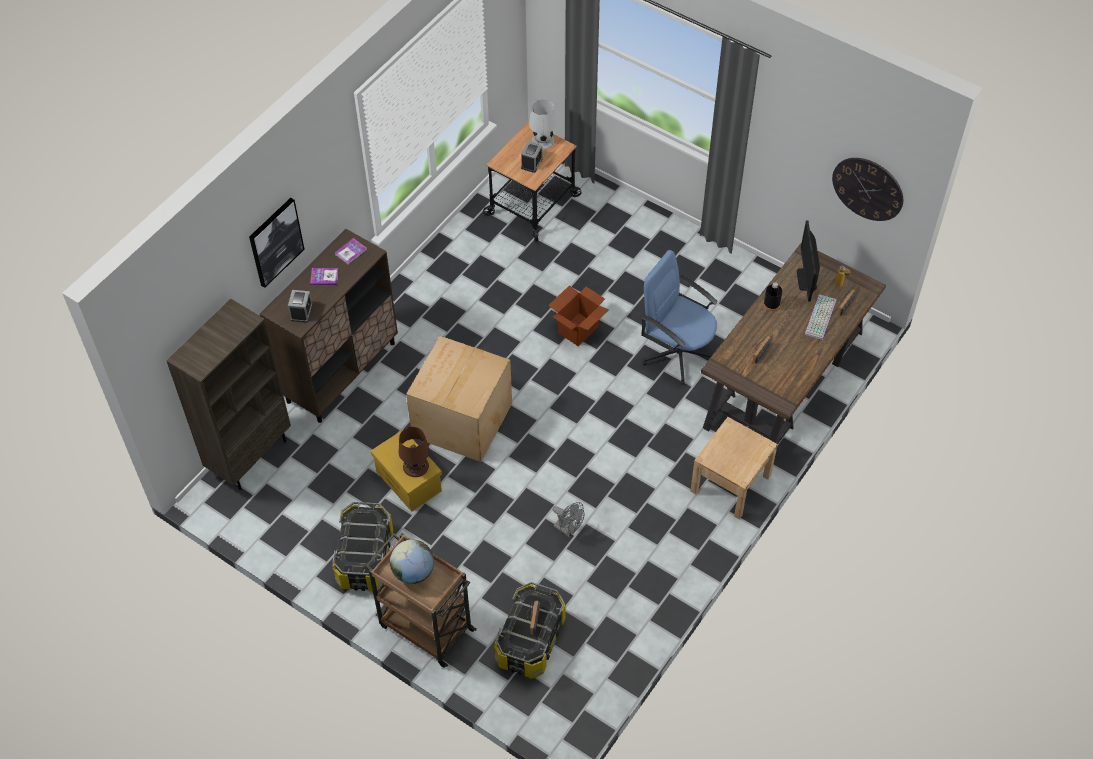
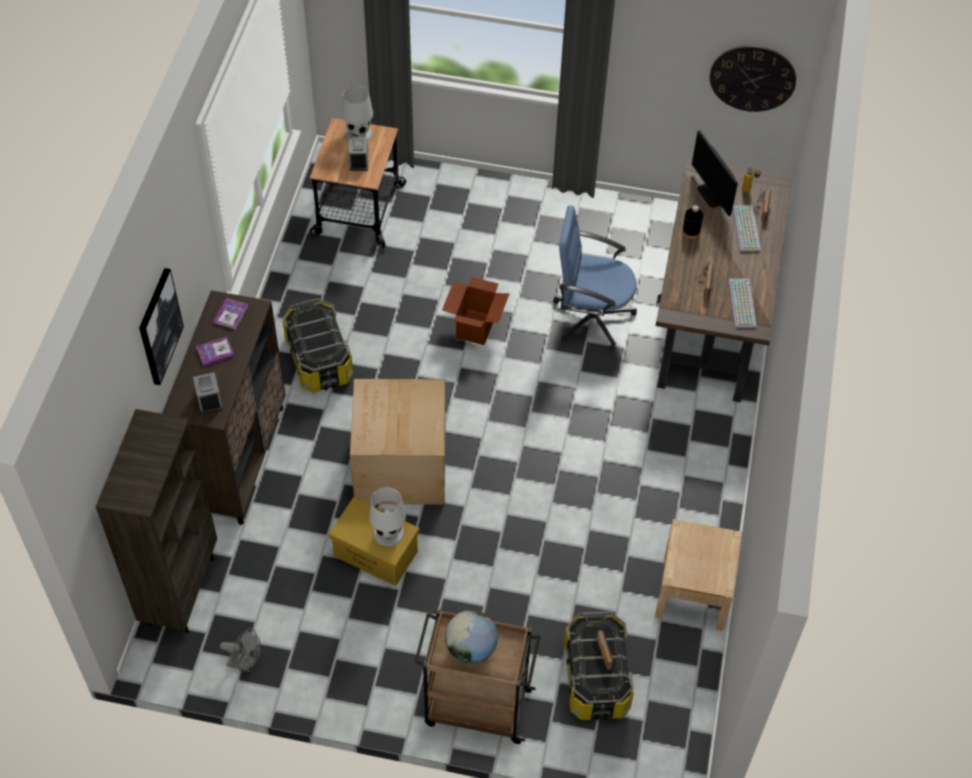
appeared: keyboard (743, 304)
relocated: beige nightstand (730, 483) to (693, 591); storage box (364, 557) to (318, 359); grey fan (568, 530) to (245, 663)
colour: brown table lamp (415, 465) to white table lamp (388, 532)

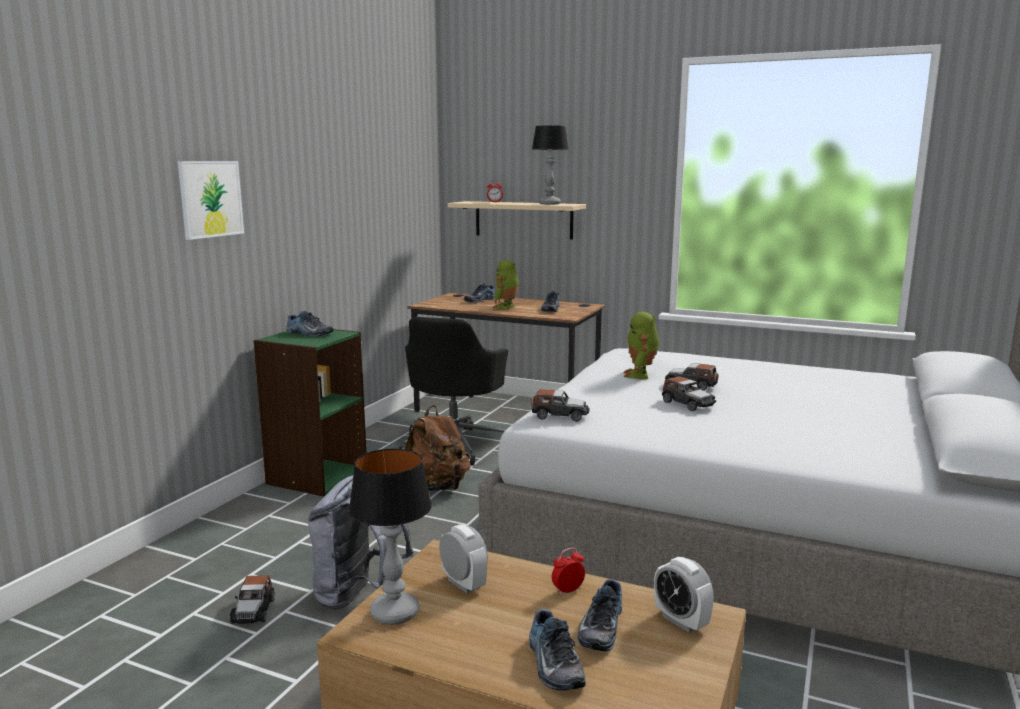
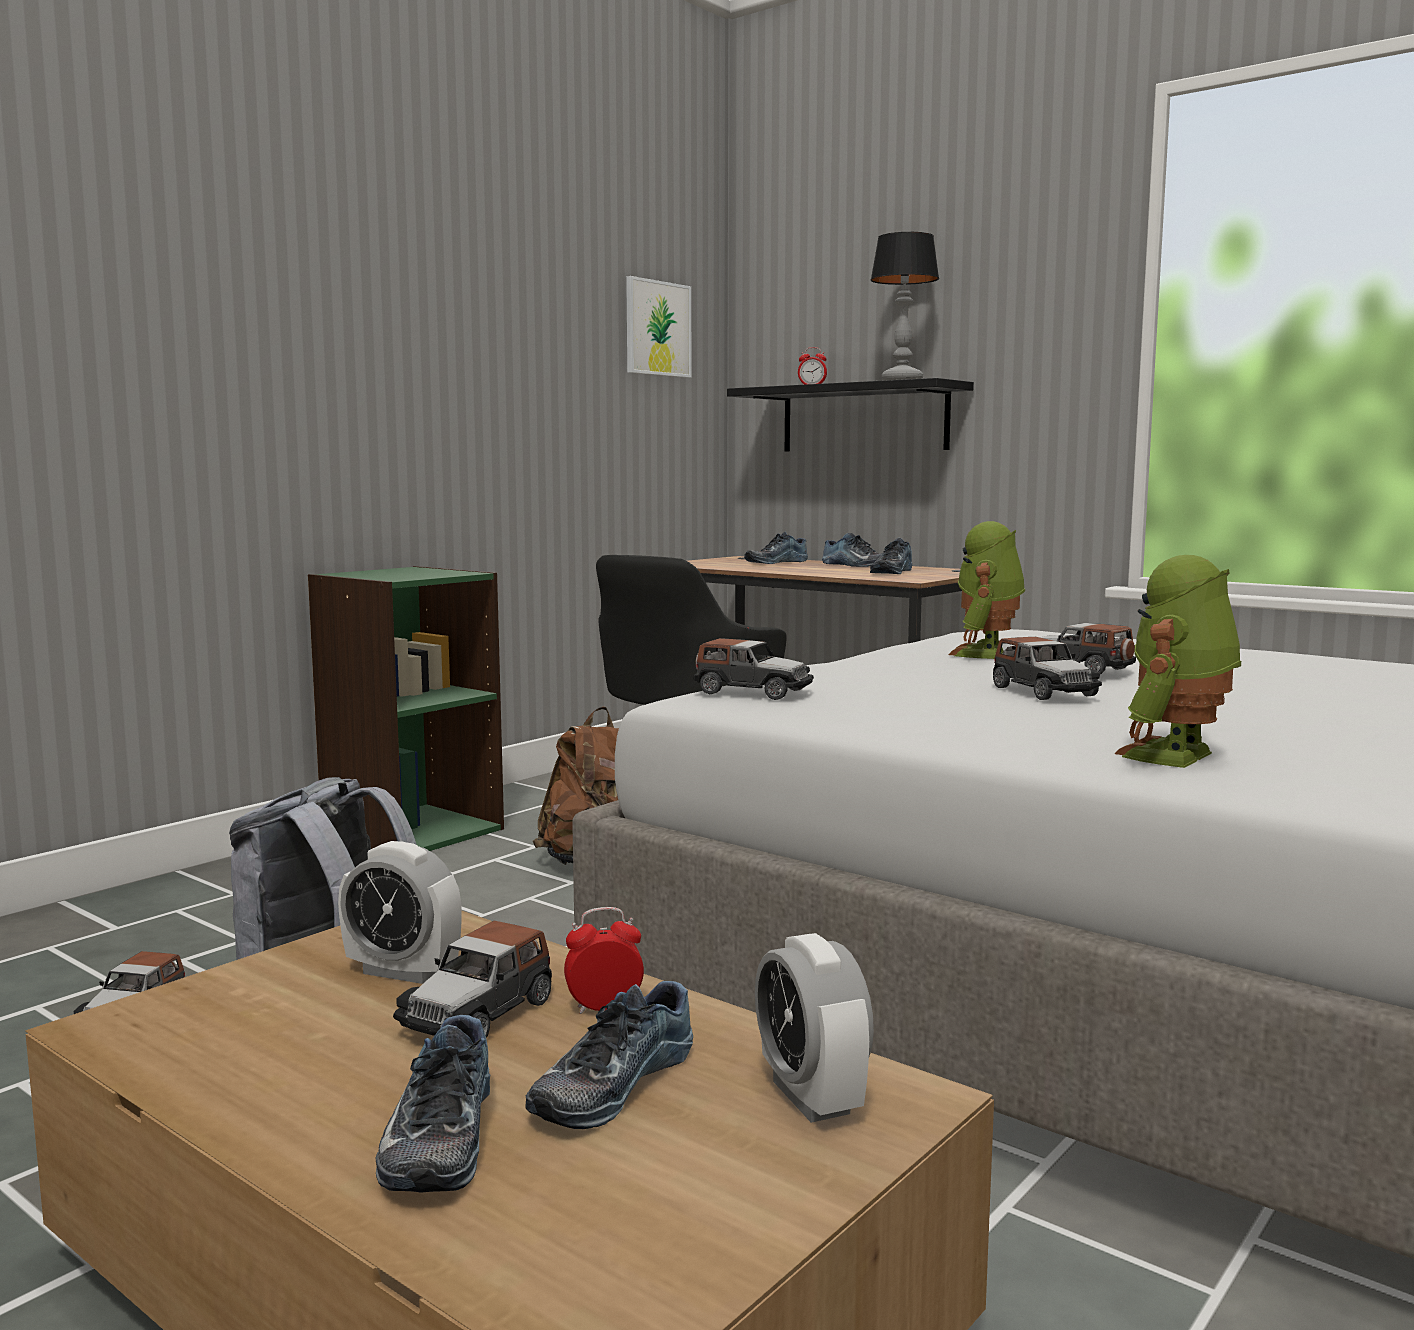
missing: table lamp (393, 612)
appeared: toy car (478, 1014)
relocated: picture (210, 199) to (657, 328); toy robot (506, 307) to (1176, 757); shoe (308, 333) to (854, 565)
colour: beige shelf (523, 220) to black shelf (864, 419)
spun: alarm clock (463, 584) = (402, 972) 135 degrees clockwise

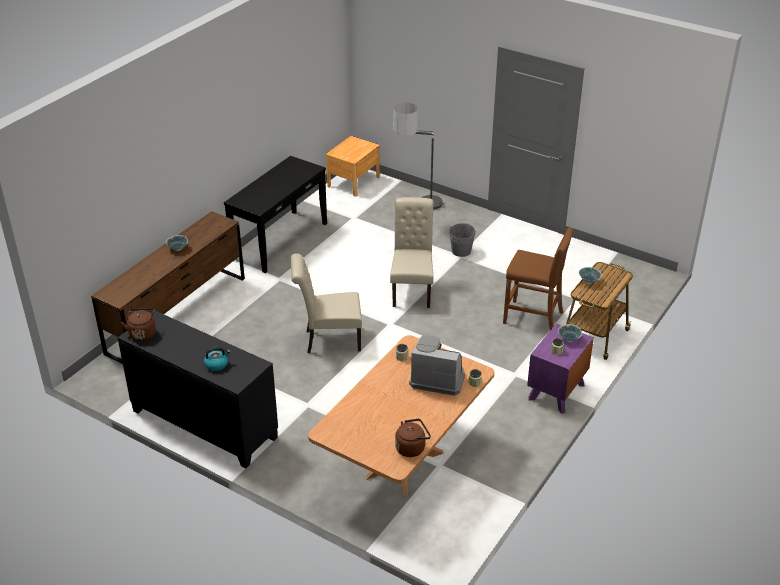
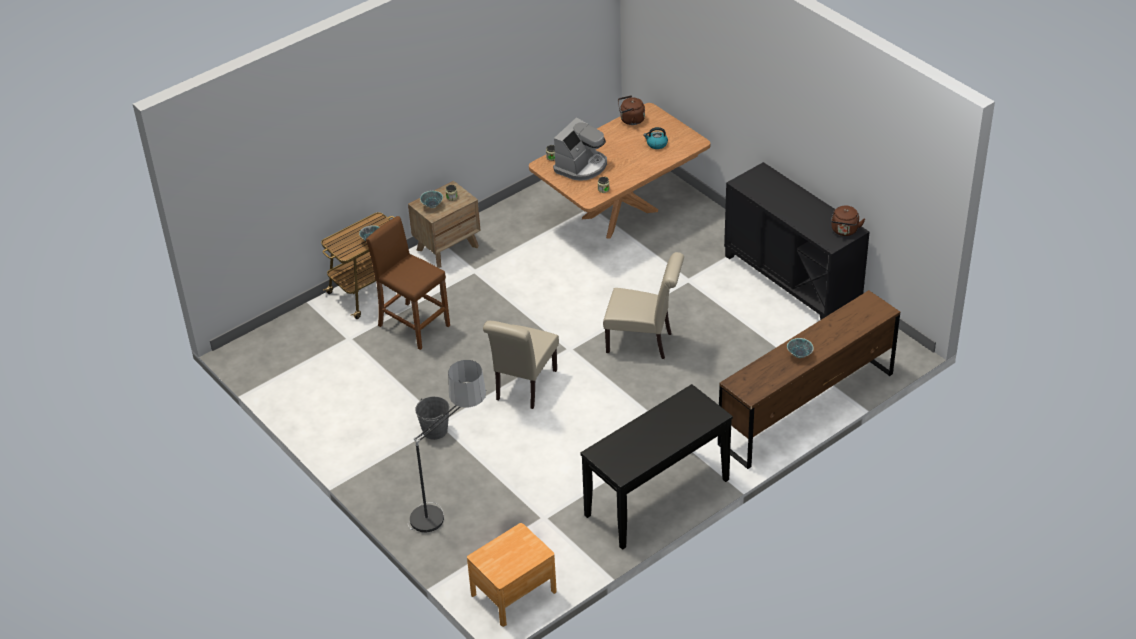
relocated: kettle (217, 364) to (656, 144)
colour: purple nightstand (556, 392) to brown nightstand (447, 247)
spun: coffee machine (437, 378) = (581, 166) 90 degrees counterclockwise

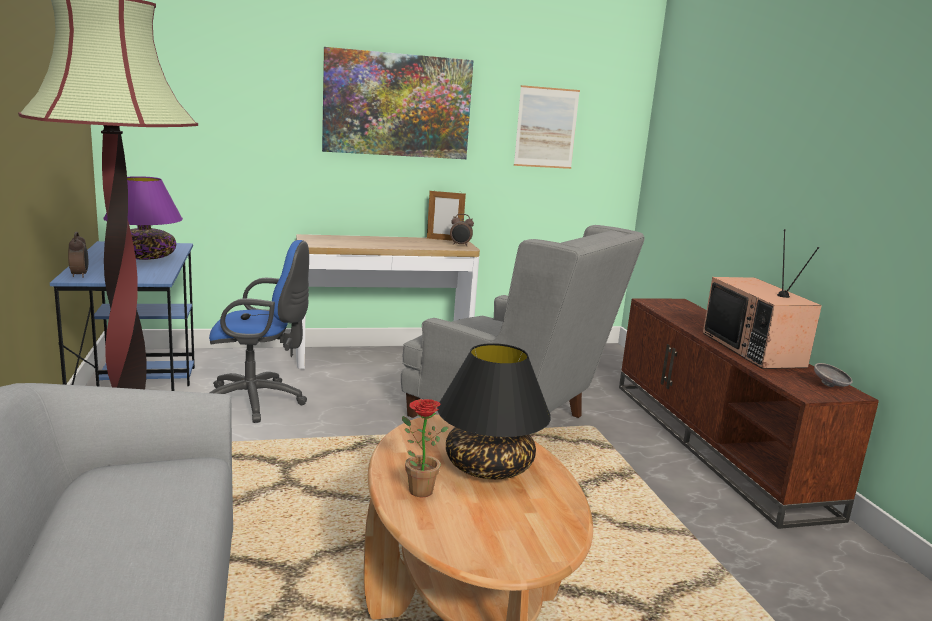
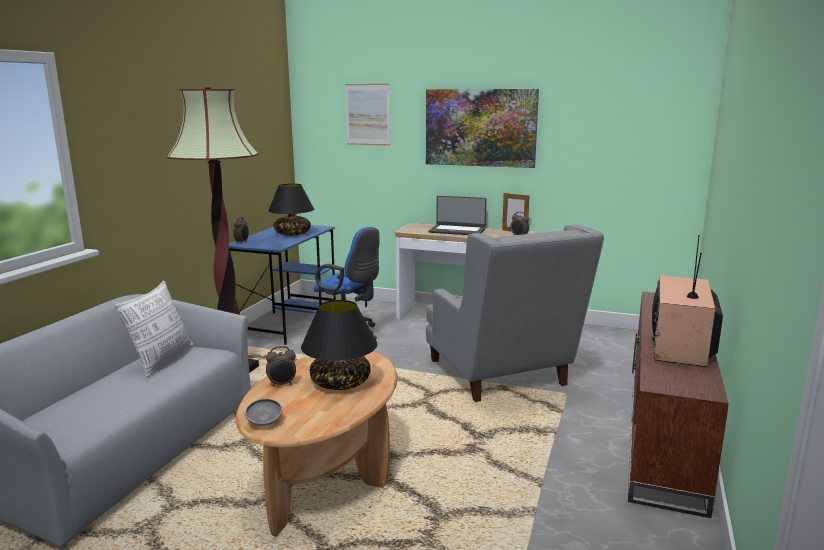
appeared: laptop (457, 230); pillow (161, 360)
relocated: picture (546, 128) to (367, 114); grey bowl (831, 386) to (264, 423)
exchanged: potted plant (416, 489) to alarm clock (282, 384)
colour: purple table lamp (146, 257) to black table lamp (293, 234)

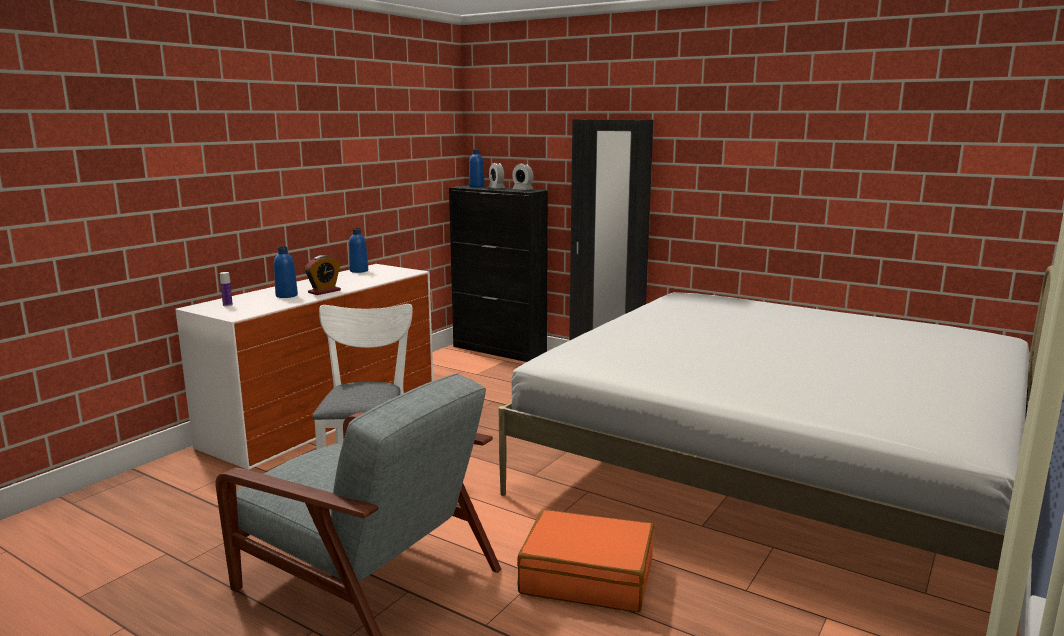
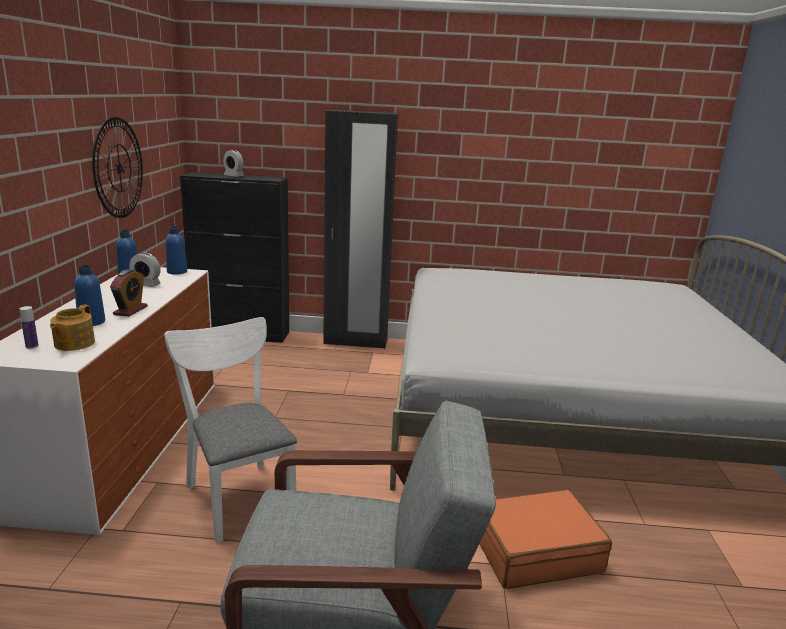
appeared: wall clock (119, 168); teapot (73, 344)
relocated: blue bottle (476, 186) to (177, 272); alarm clock (522, 189) to (146, 285)

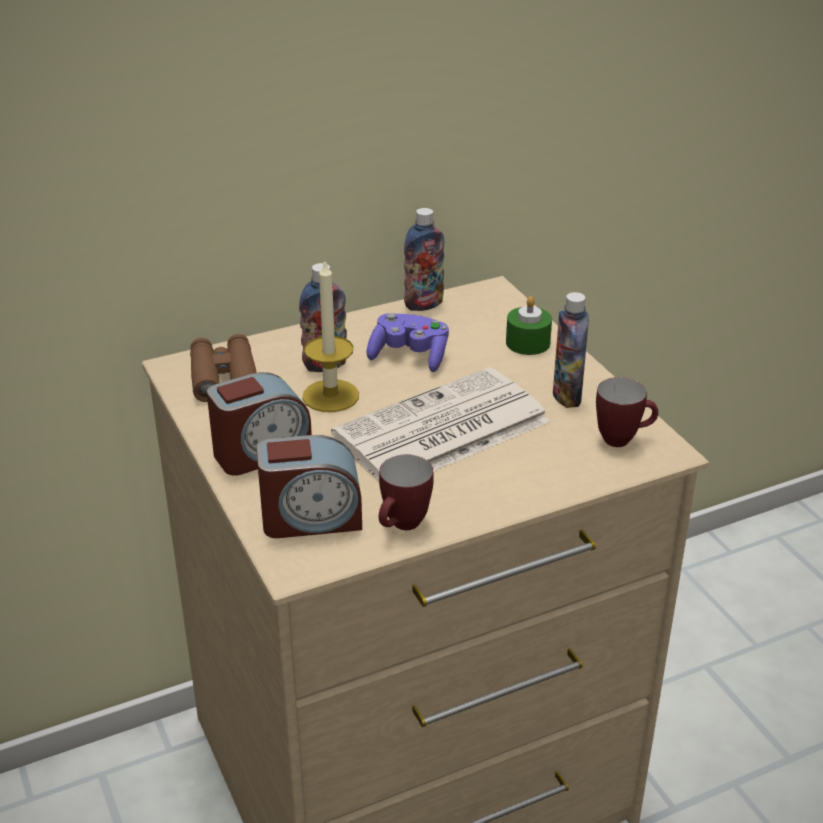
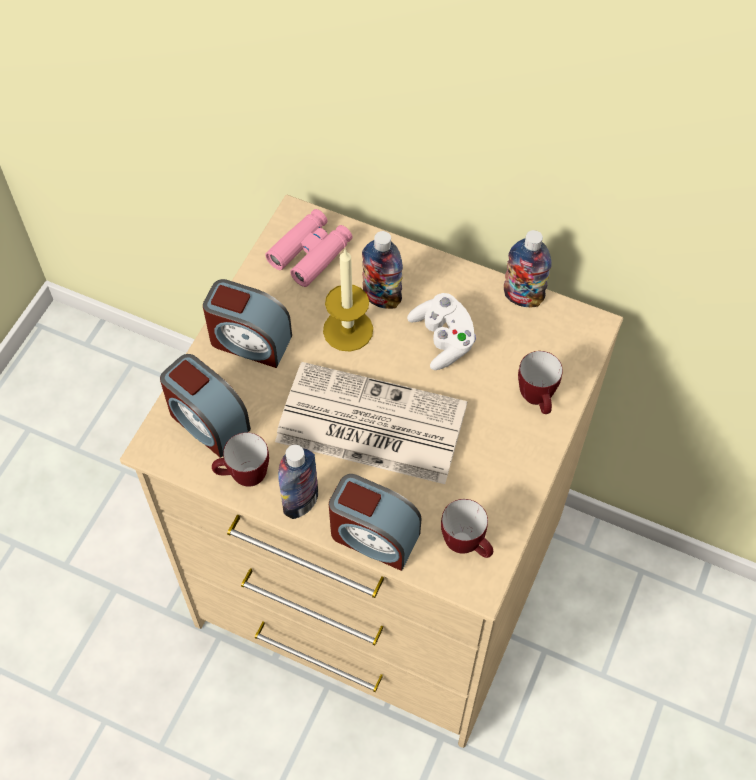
appeared: alarm clock (373, 536)
relocated: bottle (567, 396) to (301, 502)
exchanged: green candle (528, 343) to mug (537, 401)
colour: purple game controller (409, 356) to white game controller (443, 339); brown binoculars (223, 377) to pink binoculars (310, 253)

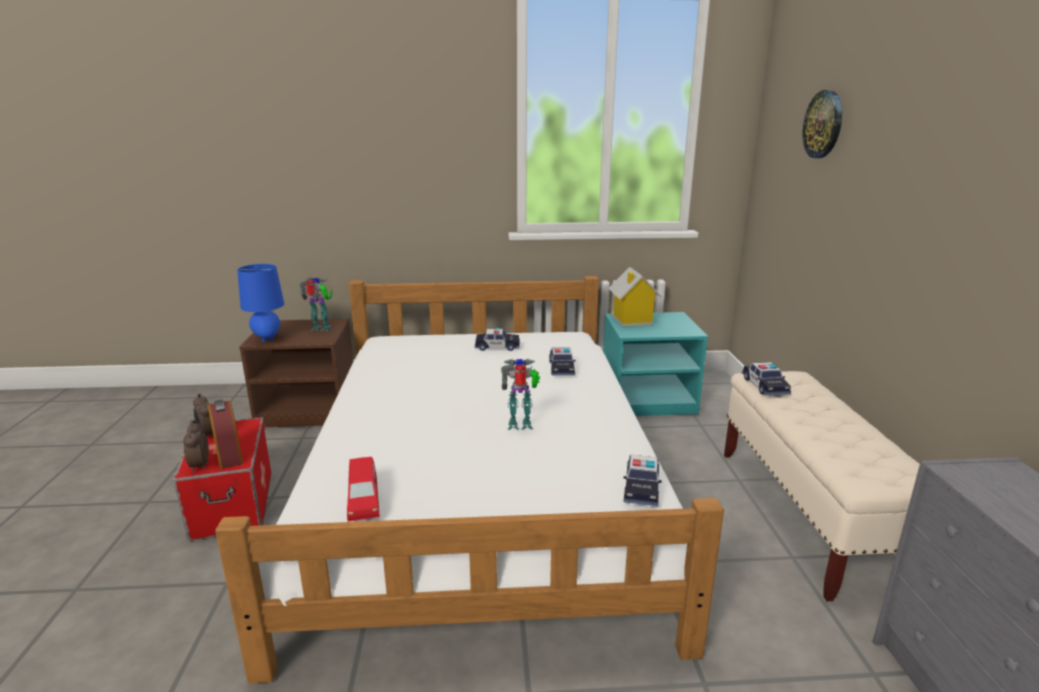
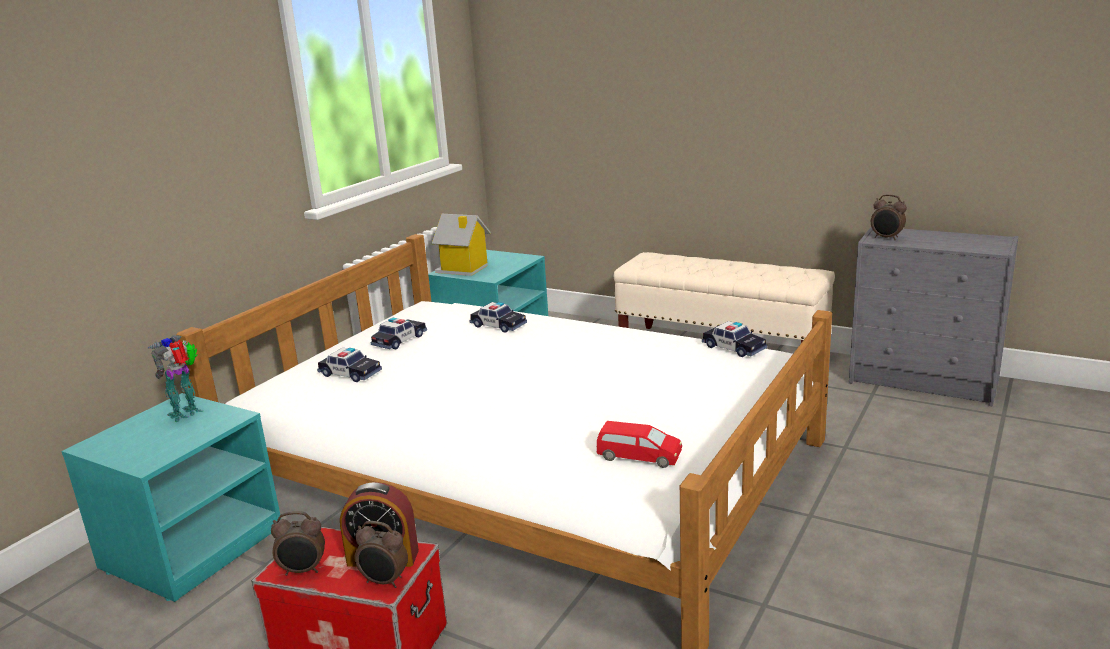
missing: wall clock (823, 124); blue table lamp (268, 339); toy robot (521, 426)
appeared: alarm clock (886, 238)
relocated: toy car (764, 386) to (350, 373)
colour: brown nightstand (309, 409) to turquoise nightstand (193, 547)

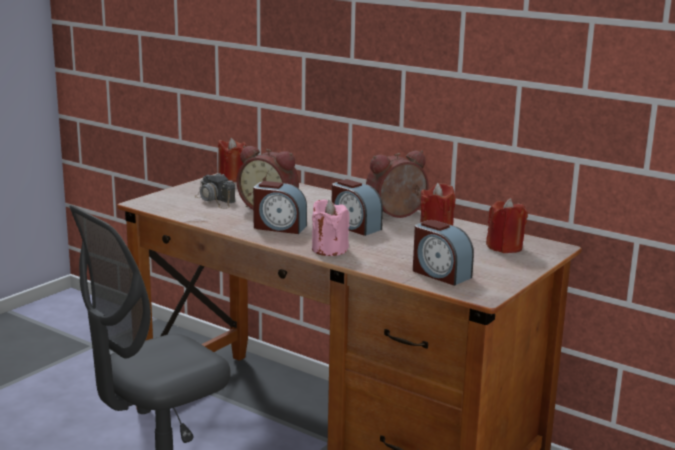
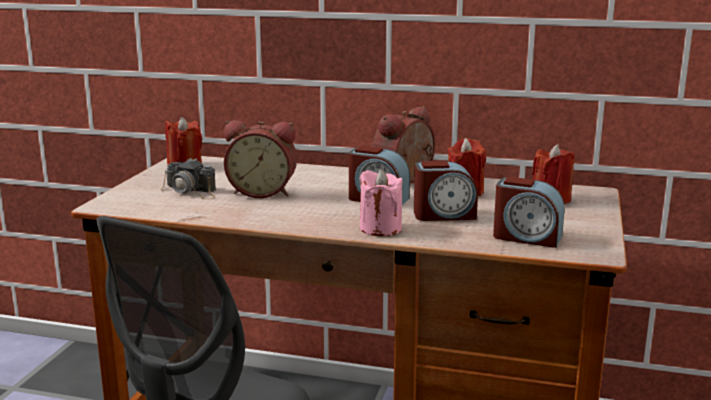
relocated: alarm clock (279, 227) to (444, 215)

